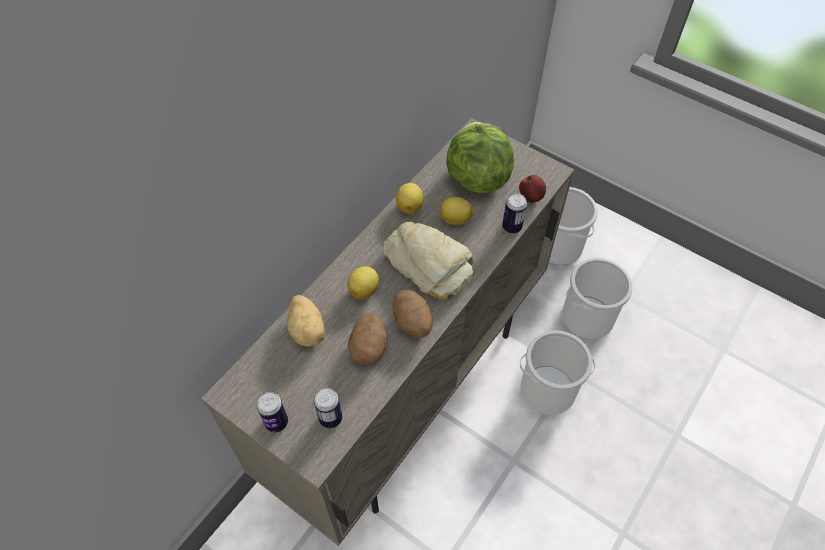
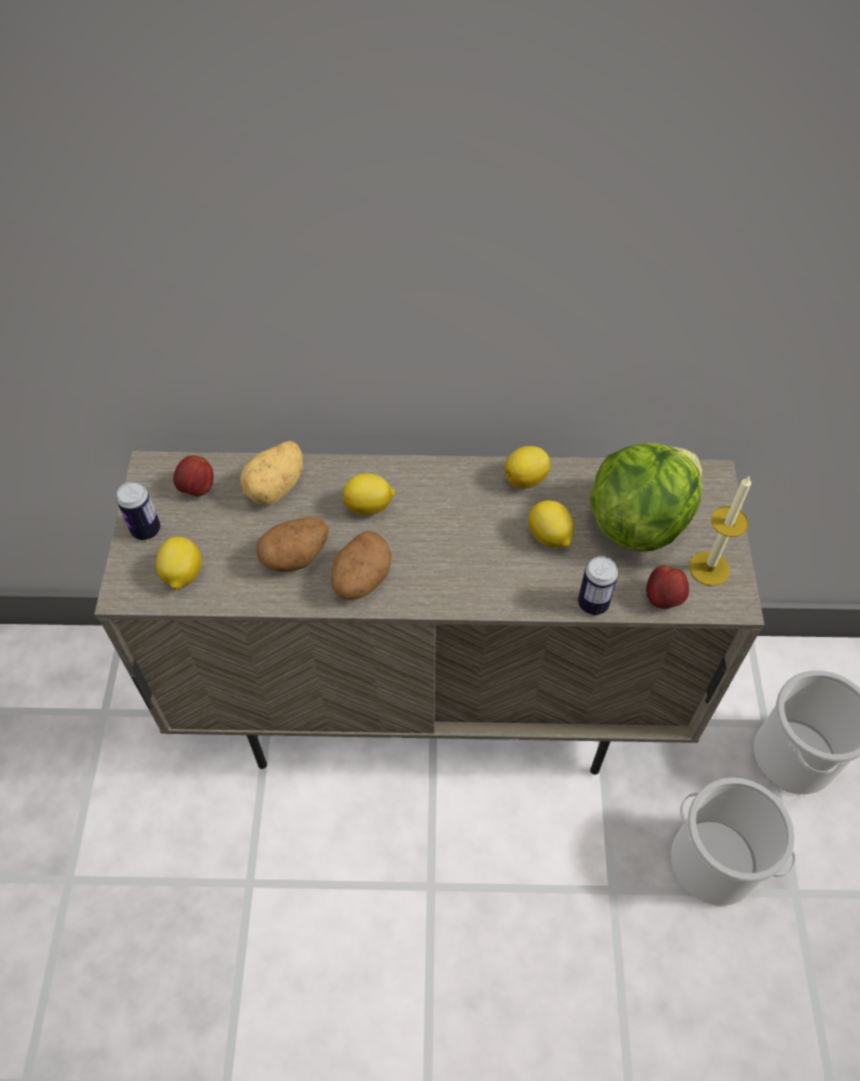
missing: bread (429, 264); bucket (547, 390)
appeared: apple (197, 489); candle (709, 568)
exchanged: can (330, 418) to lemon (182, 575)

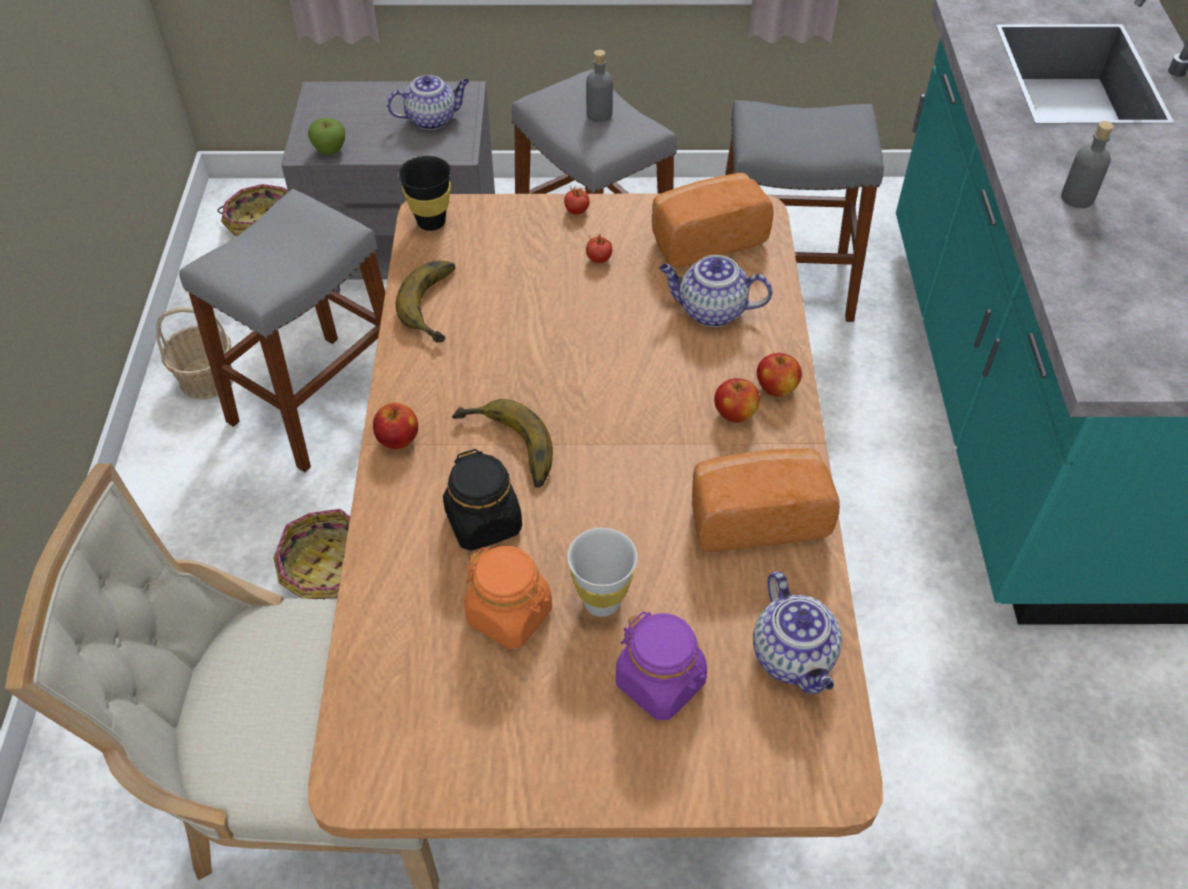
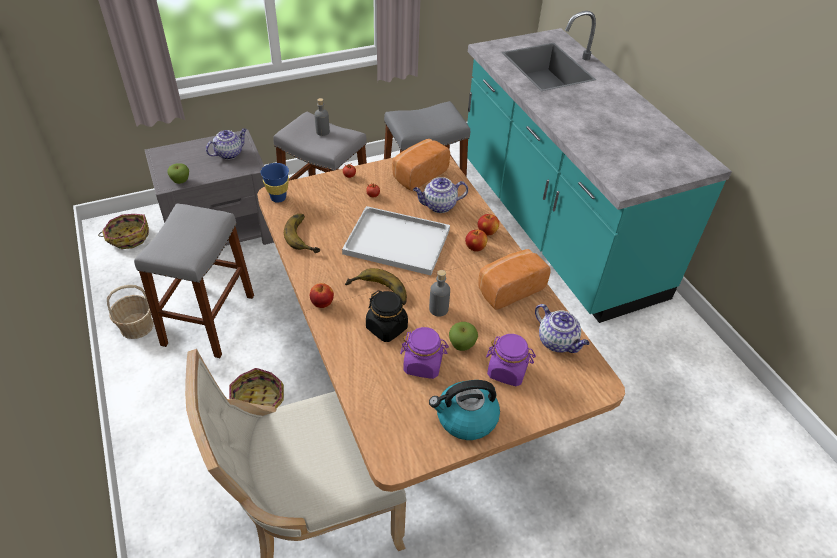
appeared: white tray (394, 242); kettle (465, 418)
relocated: grey bottle (1077, 198) to (438, 309)
exchanged: white cup (601, 601) to apple (462, 345)
colour: black cup (431, 222) to blue cup (278, 198); orange jar (510, 615) to purple jar (423, 364)

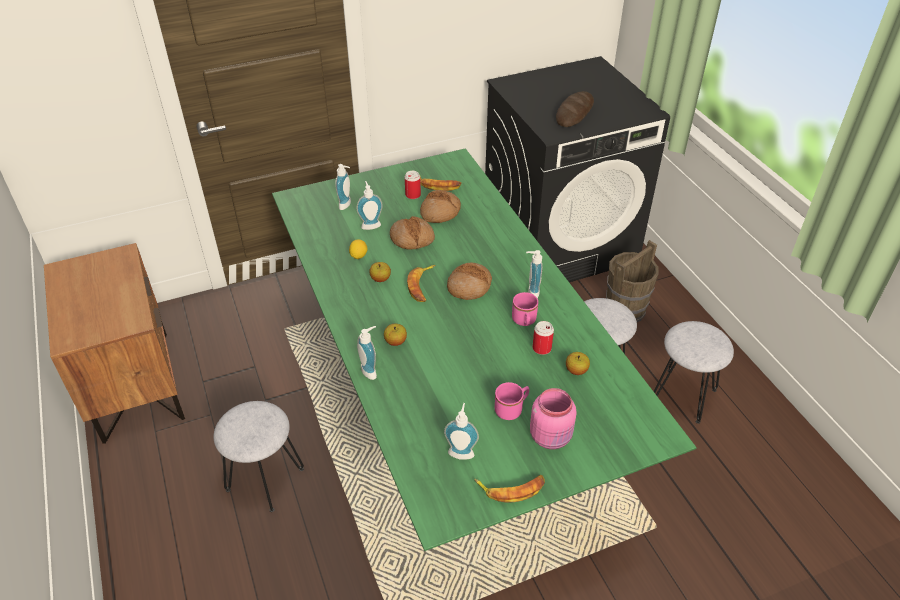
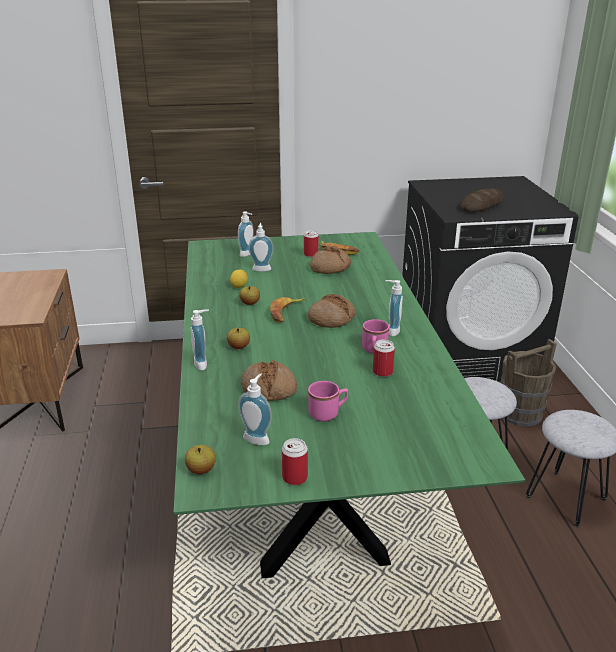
missing: pink jar (551, 437); grey stool (264, 479)
relocated: bread (412, 238) to (269, 389); apple (576, 370) to (201, 470)
exchanged: banana (511, 488) to can (295, 477)

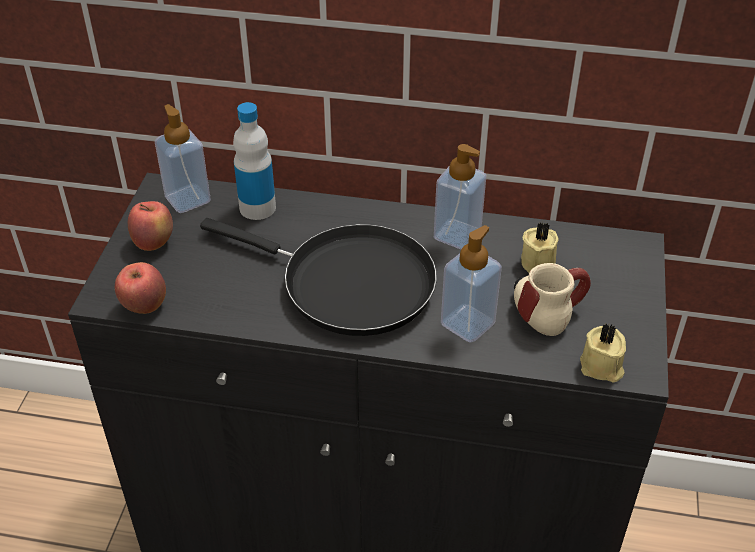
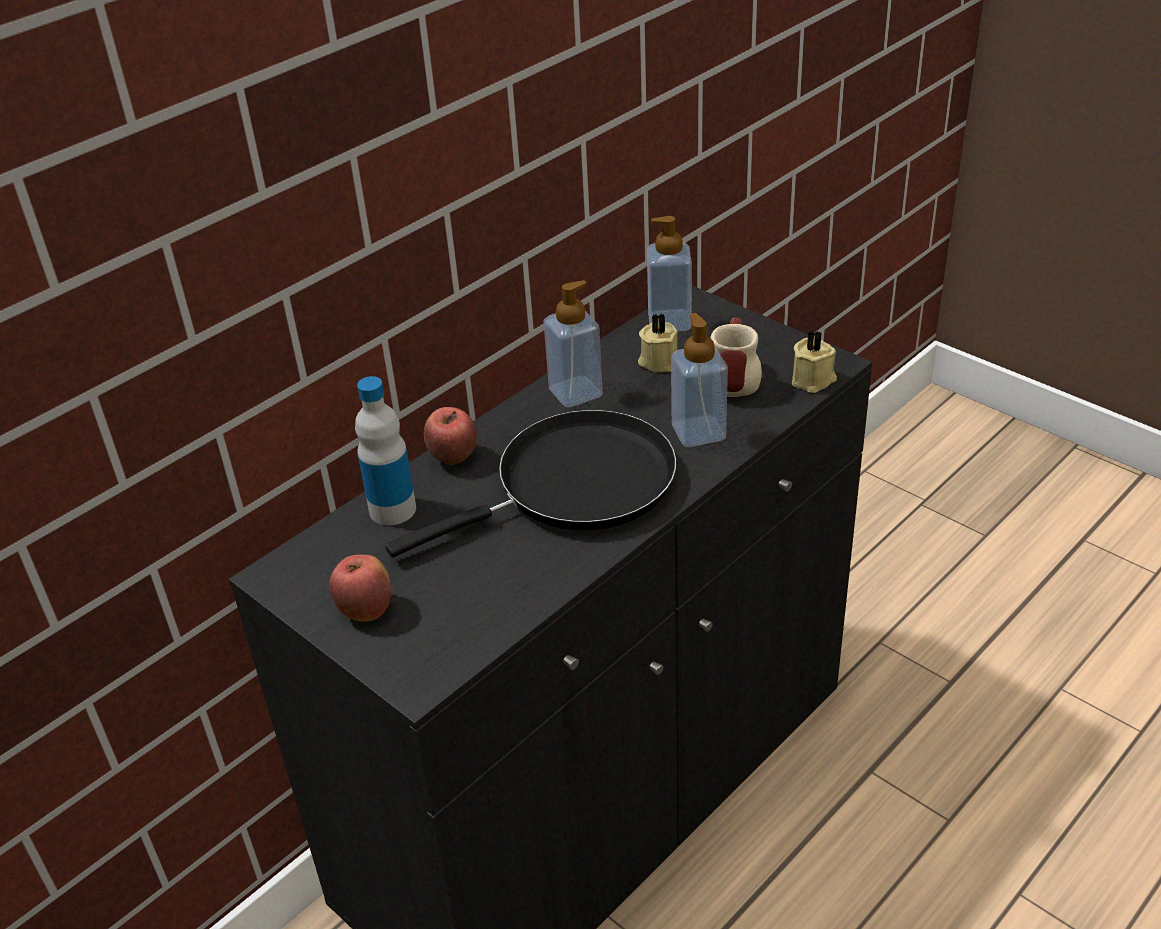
relocated: soap dispenser (188, 199) to (669, 322); apple (144, 306) to (453, 458)

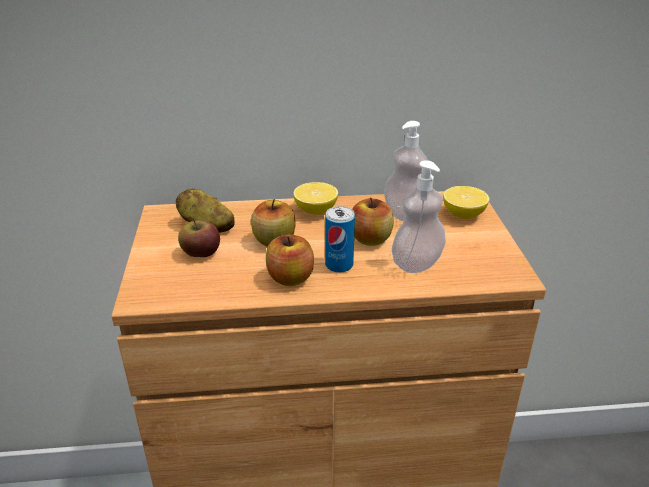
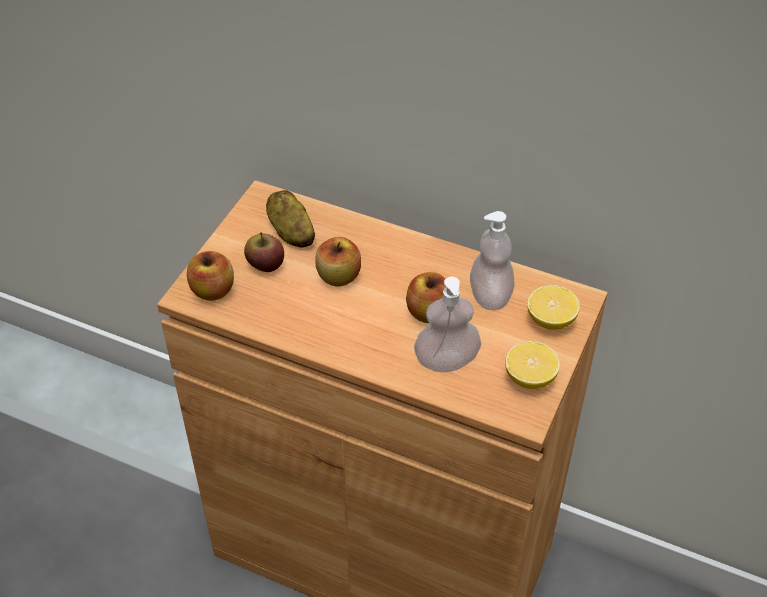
missing: can (339, 265)
relocated: lemon (315, 211) to (530, 378); apple (290, 278) to (213, 290)

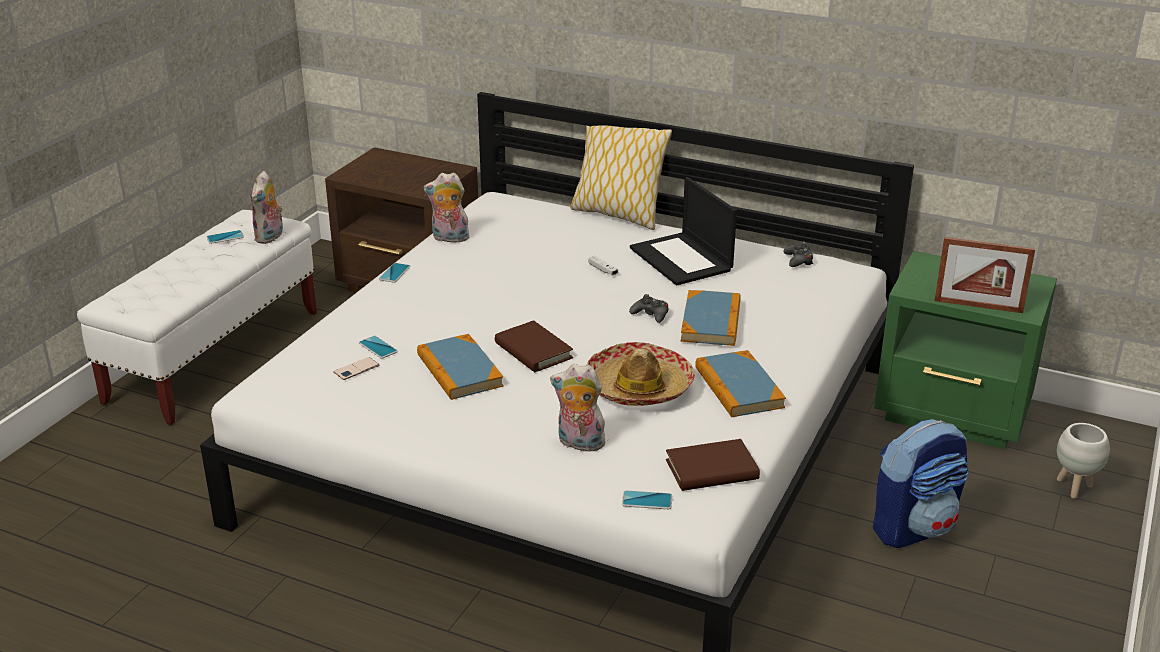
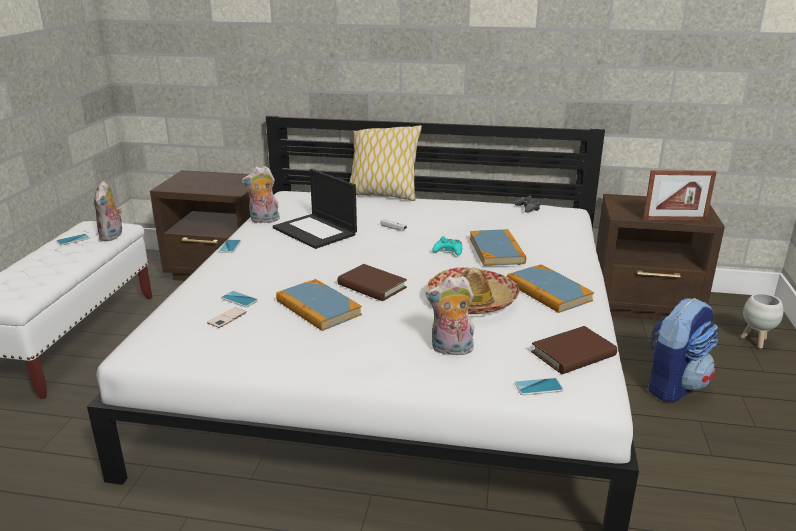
relocated: laptop (682, 259) to (316, 231)
colour: green nightstand (954, 414) to brown nightstand (646, 305); black game controller (650, 314) to turquoise game controller (448, 251)

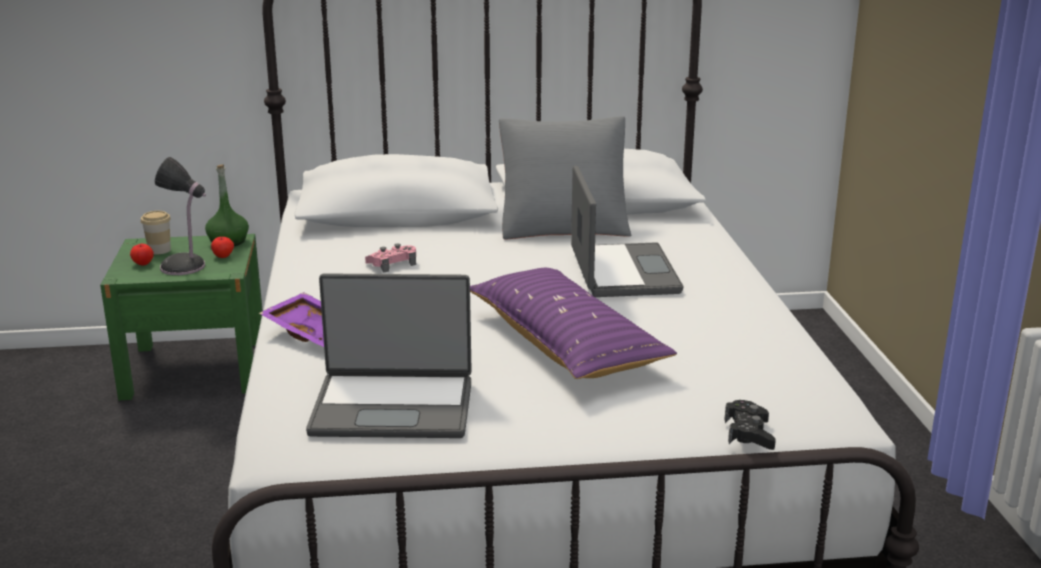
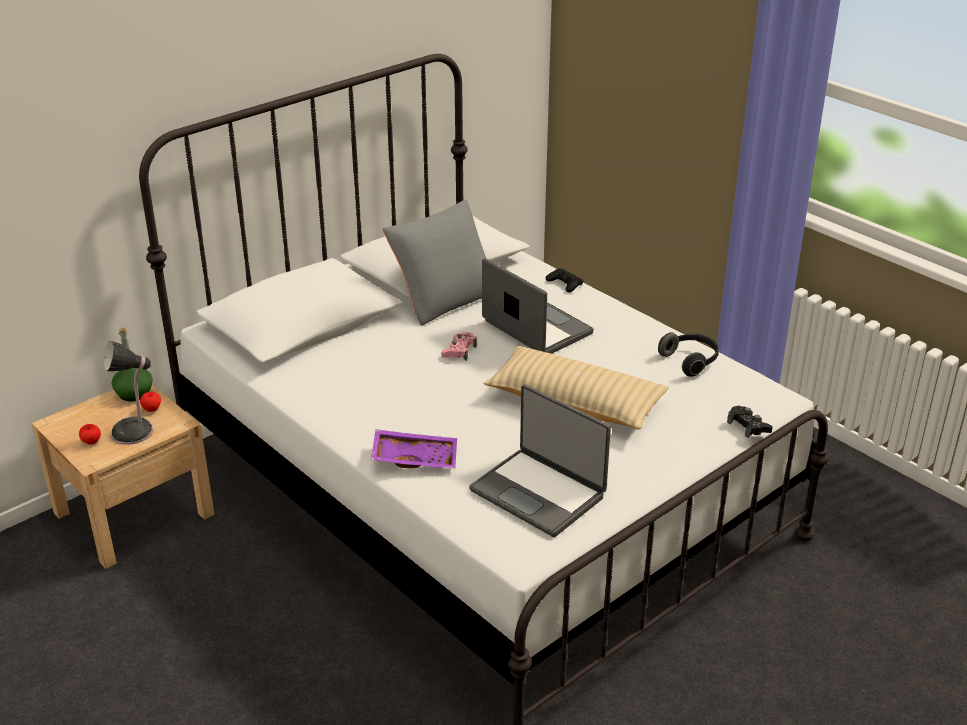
missing: cup (159, 250)
appeared: black game controller (564, 284); headphones (690, 361)
relocated: pink game controller (392, 264) to (459, 351)
colour: green nightstand (195, 368) to beige nightstand (134, 514); purple pillow (565, 344) to beige pillow (575, 402)
spun: laptop (393, 407) = (539, 492) 75 degrees clockwise

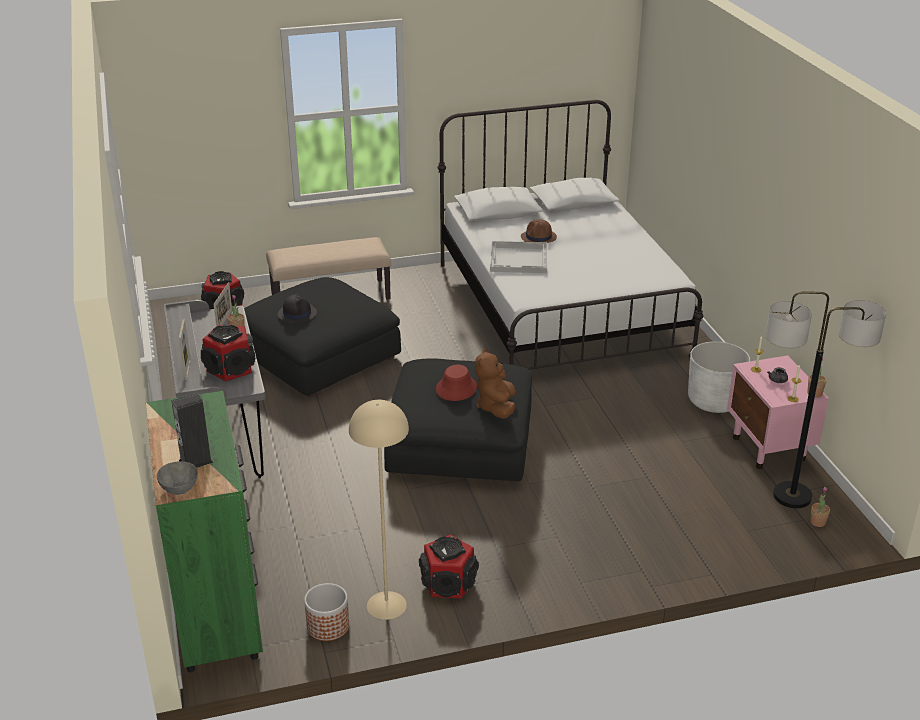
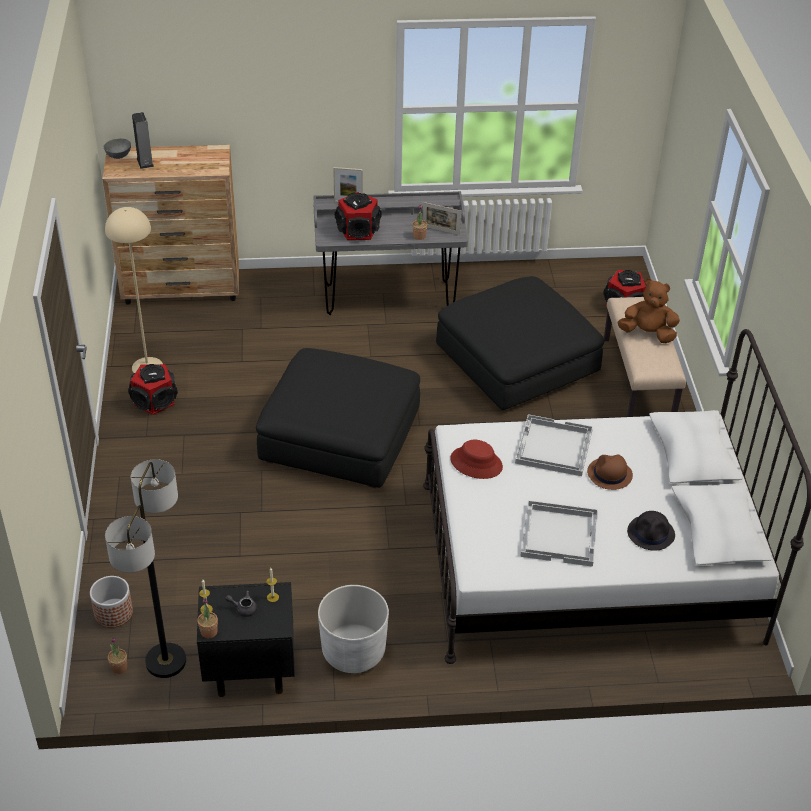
appeared: white tray (560, 534)
relocated: black hat (297, 313) to (651, 533); brown plush toy (496, 407) to (647, 333); red hat (456, 388) to (476, 463); planter (327, 626) to (113, 613)
colour: pink nightstand (769, 449) to black nightstand (249, 670); green dresser (217, 610) to brown dresser (182, 288)

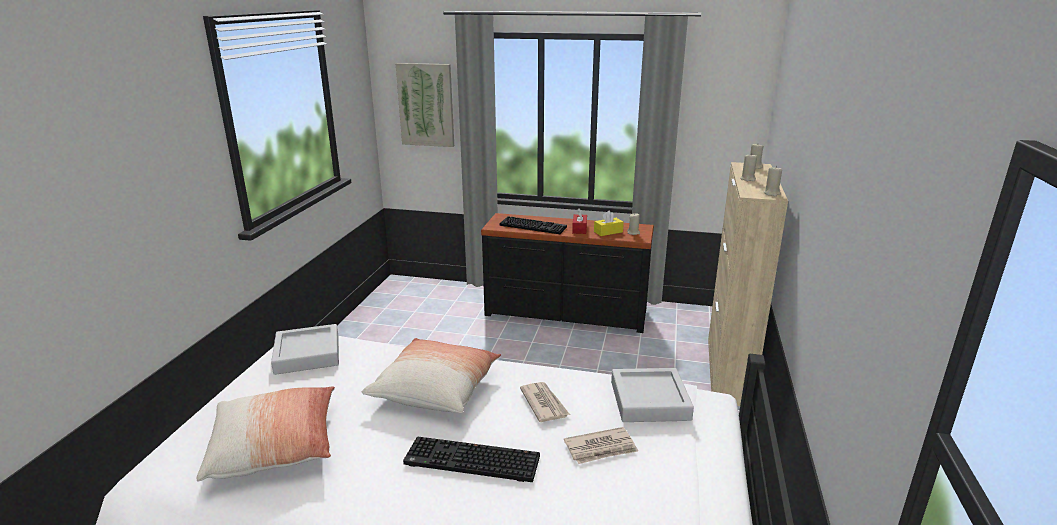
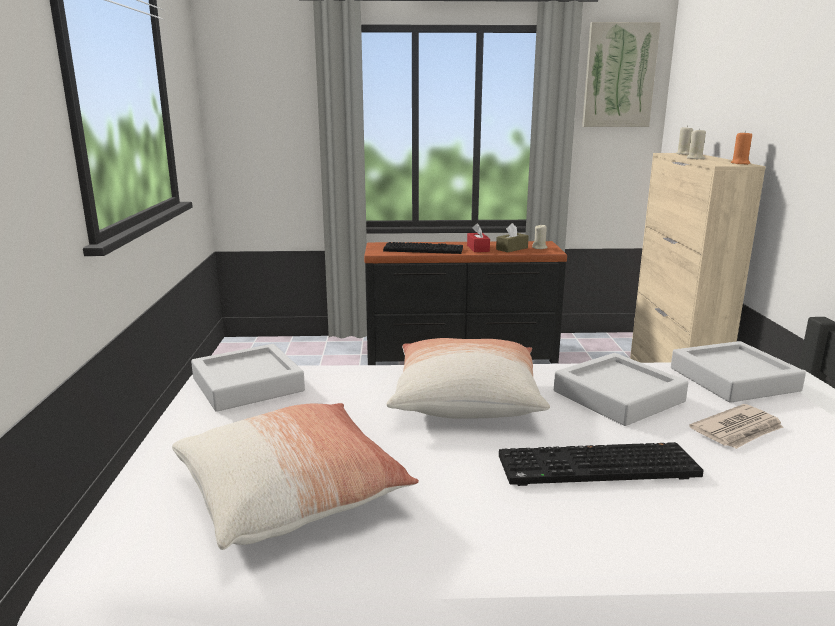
relocated: picture (426, 105) to (619, 75)
exchanged: newspaper (544, 403) to grey tray (618, 396)
colour: beige candle (772, 193) to orange candle (740, 163); yellow tissue box (608, 232) to brown tissue box (512, 249)

